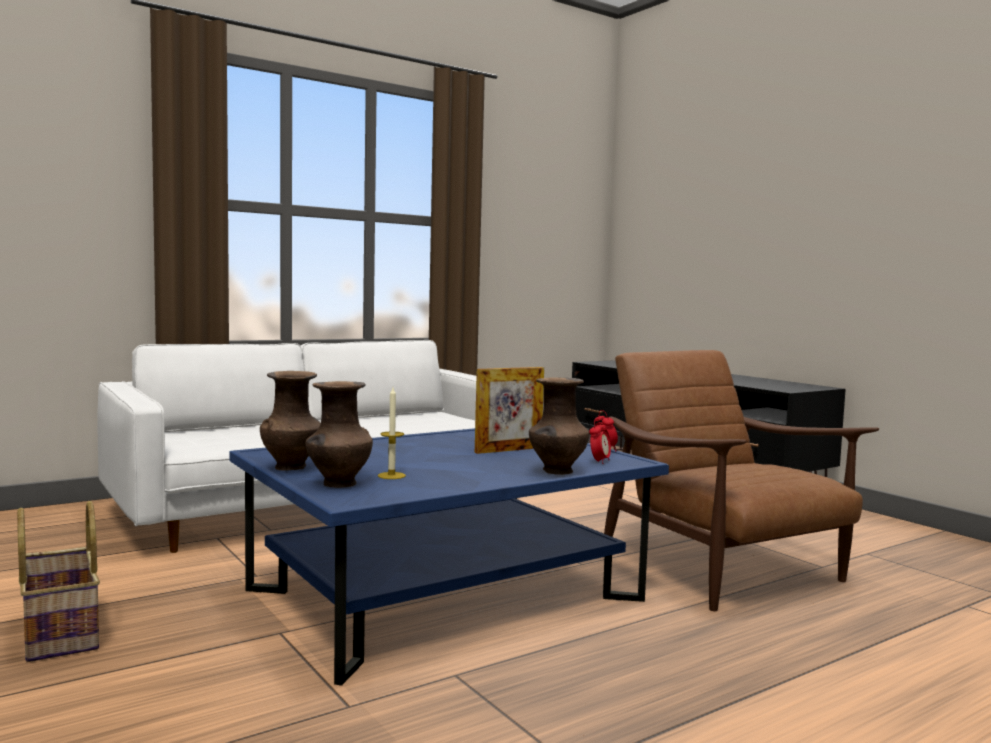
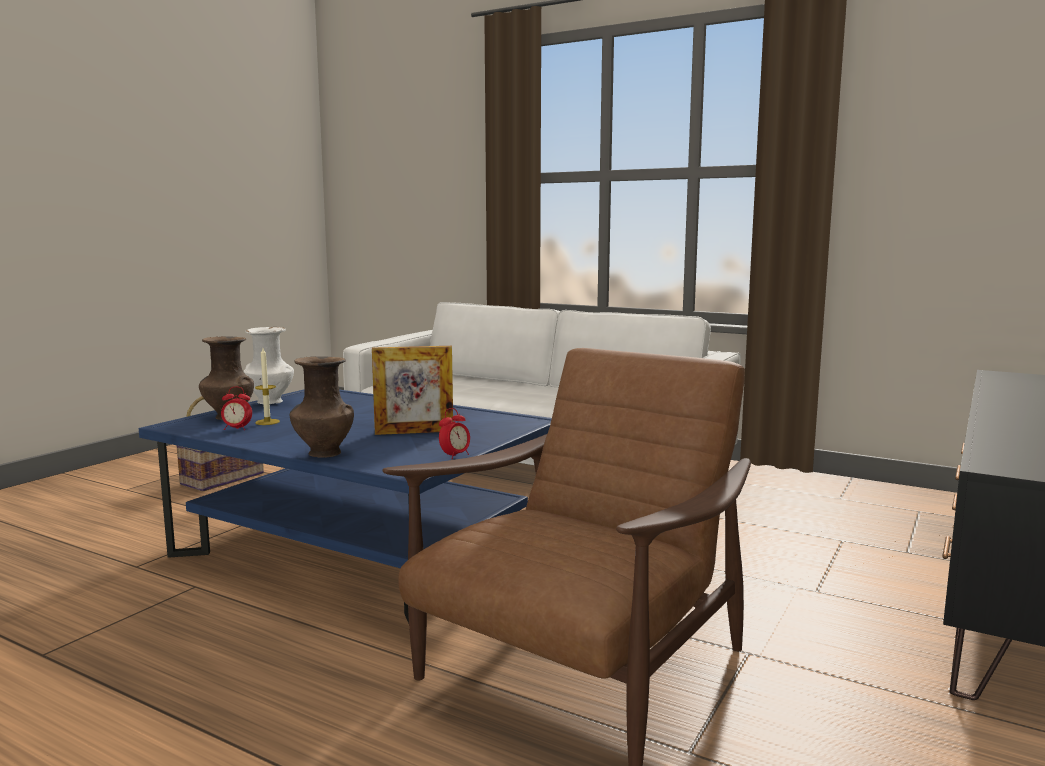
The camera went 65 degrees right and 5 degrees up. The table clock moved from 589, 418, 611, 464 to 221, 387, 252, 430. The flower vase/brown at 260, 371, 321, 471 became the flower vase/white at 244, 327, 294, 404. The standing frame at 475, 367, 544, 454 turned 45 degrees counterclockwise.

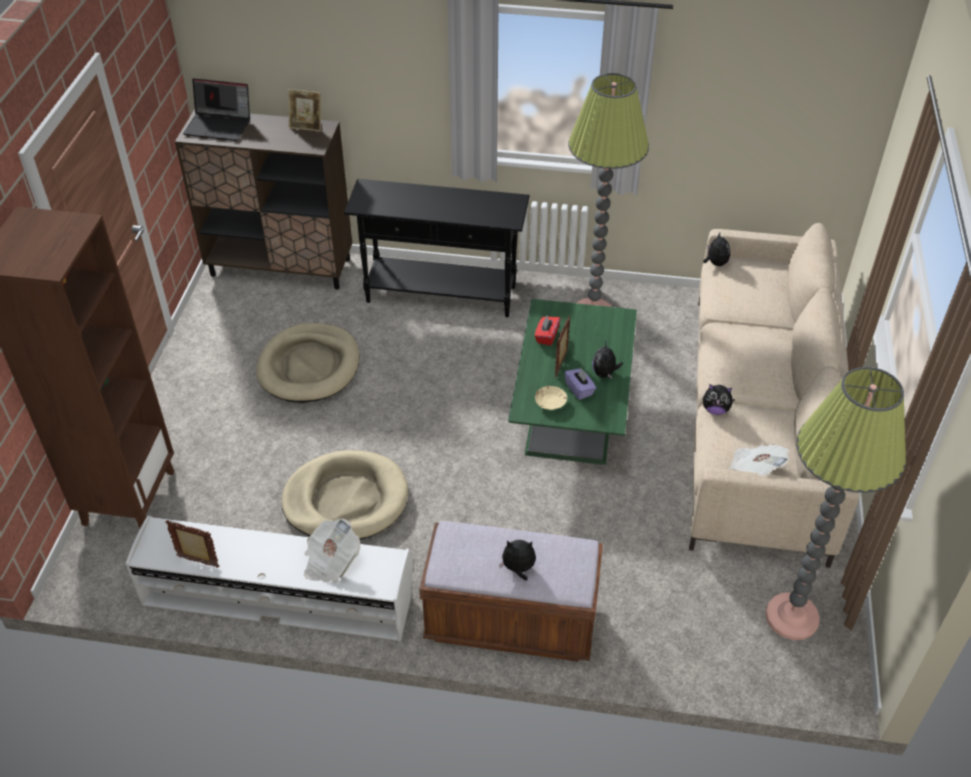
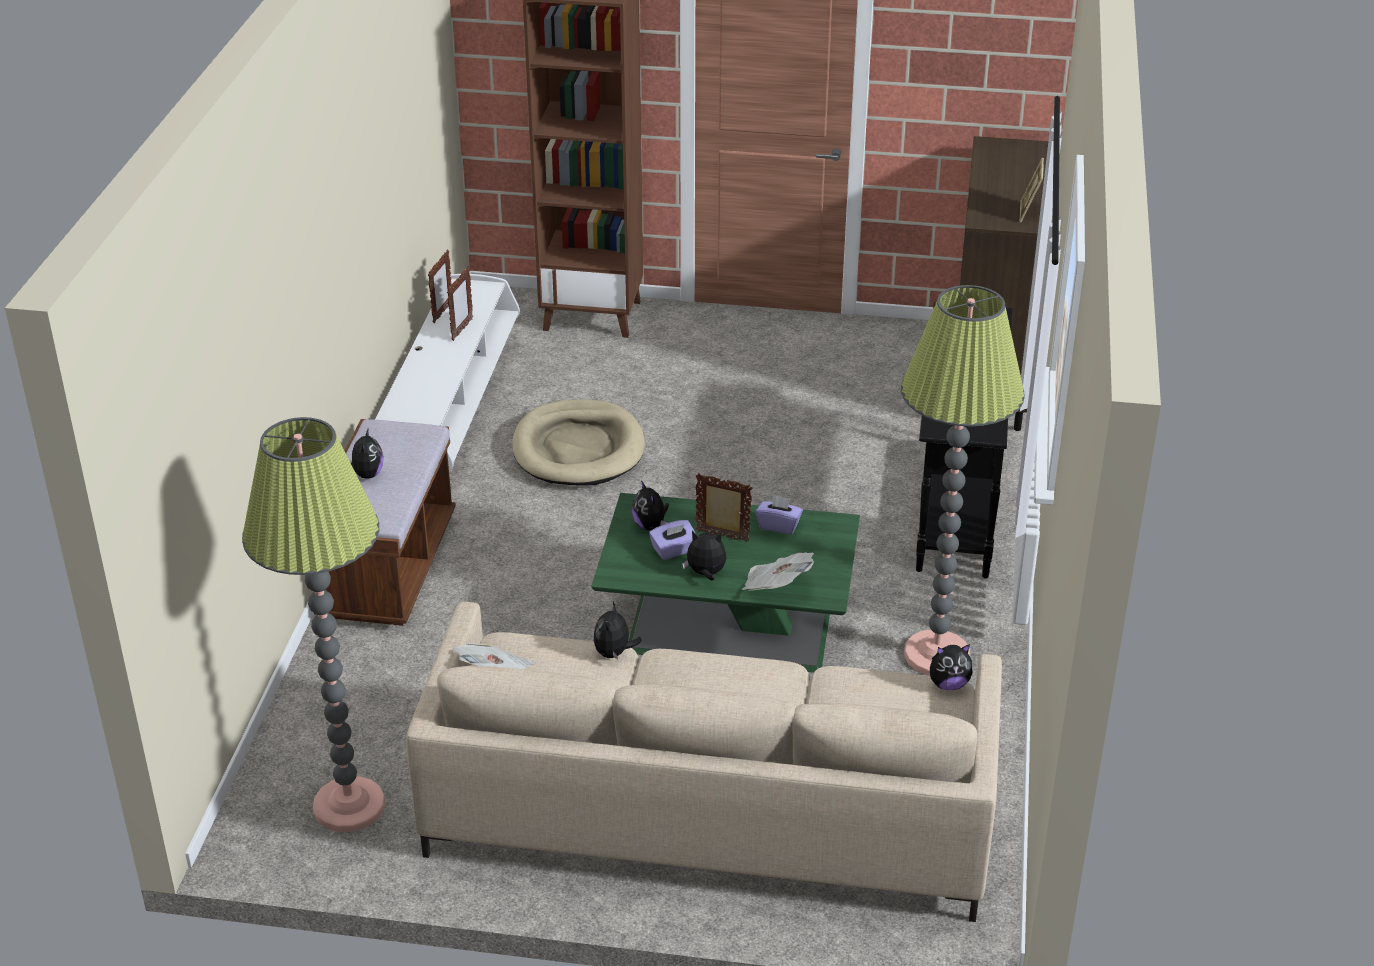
The camera went 90 degrees right and 10 degrees down. The standing frame at 447, 266, 473, 341 appeared. The serving bowl/sand-coloured at 535, 386, 567, 410 was replaced by the plush toy at 632, 480, 669, 531. The printed paper moved from 304, 519, 360, 583 to 742, 553, 814, 591. The tissue holder/reddish at 535, 316, 560, 346 became the tissue holder/purple-coloured at 756, 495, 803, 534. The portable computer at 183, 78, 250, 141 disappeared. The pet bed/sand-coloured at 256, 323, 360, 403 disappeared.

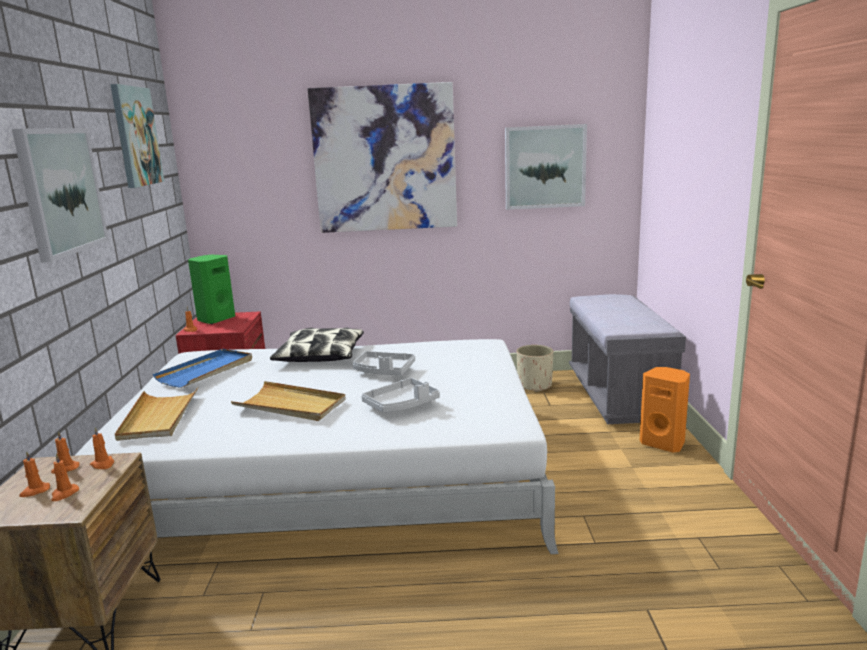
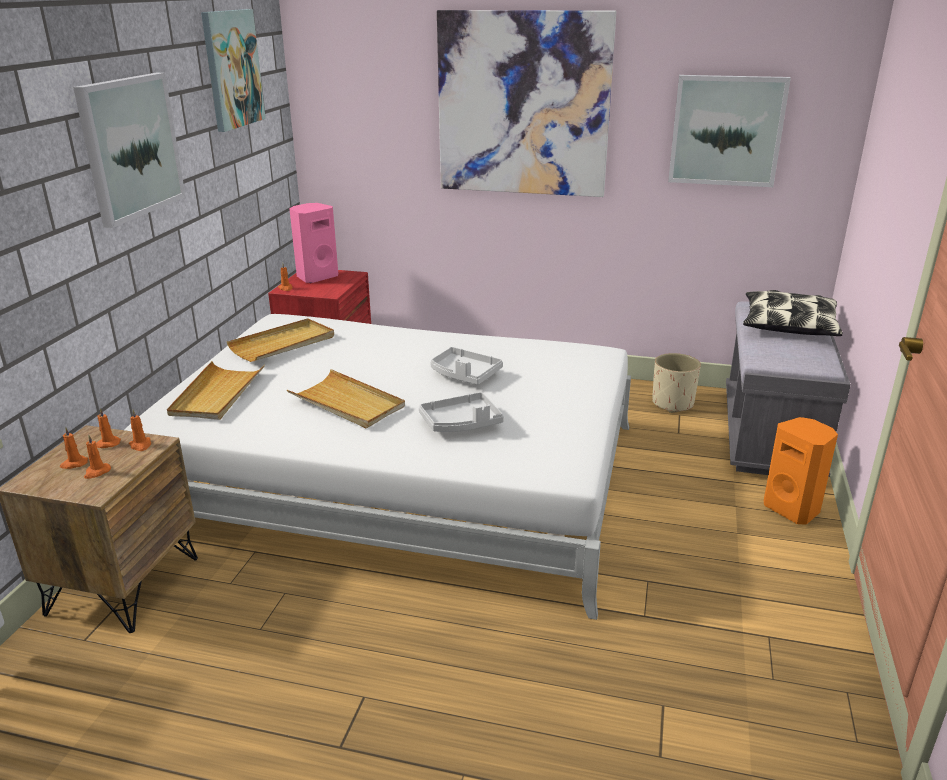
The camera went 15 degrees right and 10 degrees up. The tray/blue at 153, 349, 252, 388 became the tray/sand-coloured at 227, 318, 334, 362. The loudspeaker/green-coloured at 188, 255, 235, 324 became the loudspeaker/pink at 289, 203, 338, 283. The cushion moved from 270, 327, 364, 362 to 743, 290, 843, 336.

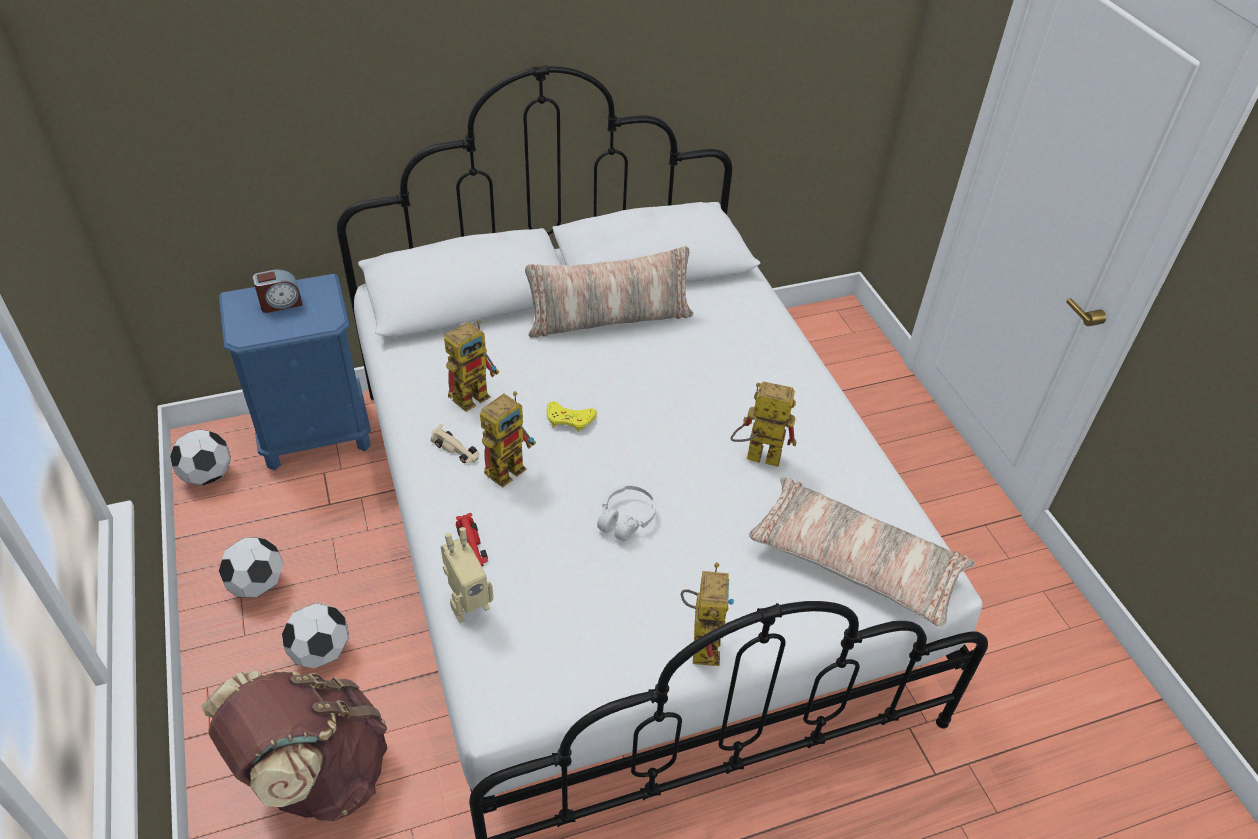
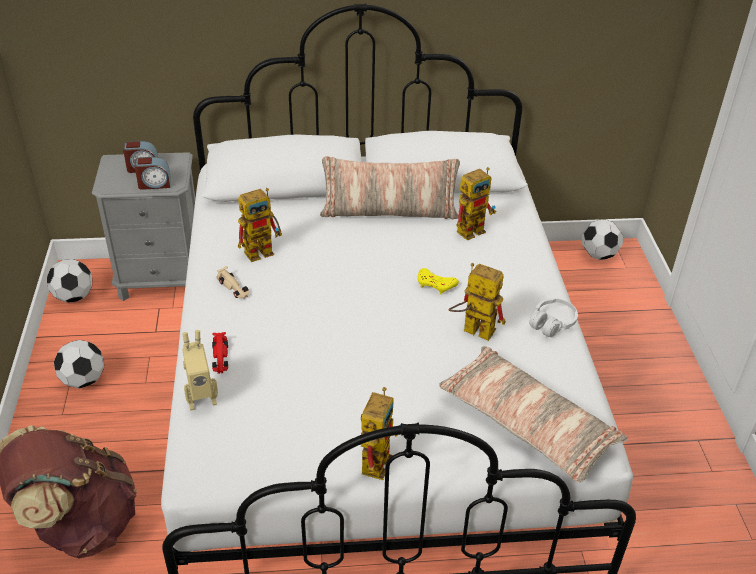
The camera went 15 degrees right and 5 degrees down. The night table/blue at 219, 274, 371, 471 became the night table/greyish at 92, 152, 195, 301. The table clock at 134, 157, 171, 190 appeared. The gamepad/yellow moved from 547, 401, 597, 432 to 418, 268, 459, 294. The model robot moved from 480, 391, 536, 487 to 456, 167, 496, 241. The pair of headphones/white moved from 597, 485, 656, 541 to 529, 298, 578, 337. The ball for football moved from 282, 603, 349, 669 to 582, 220, 623, 260.

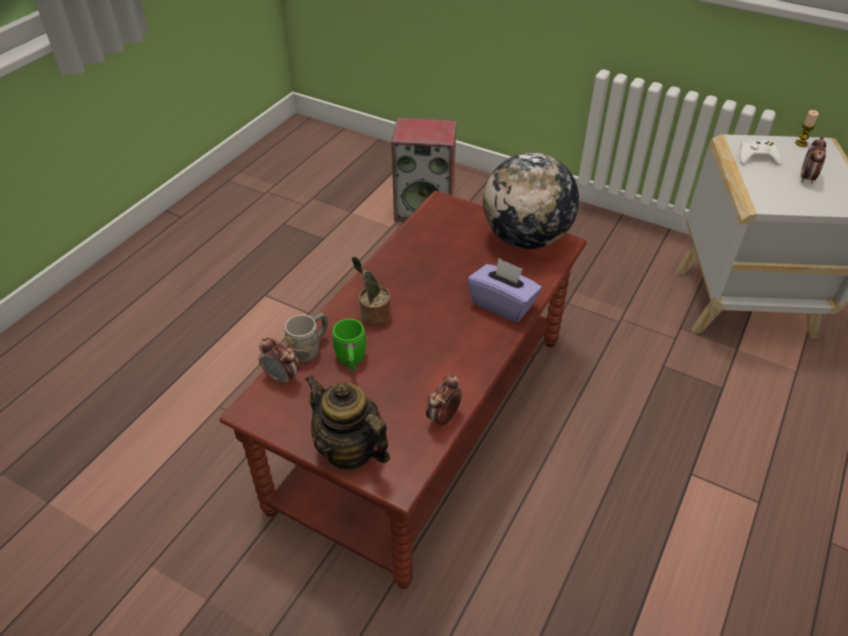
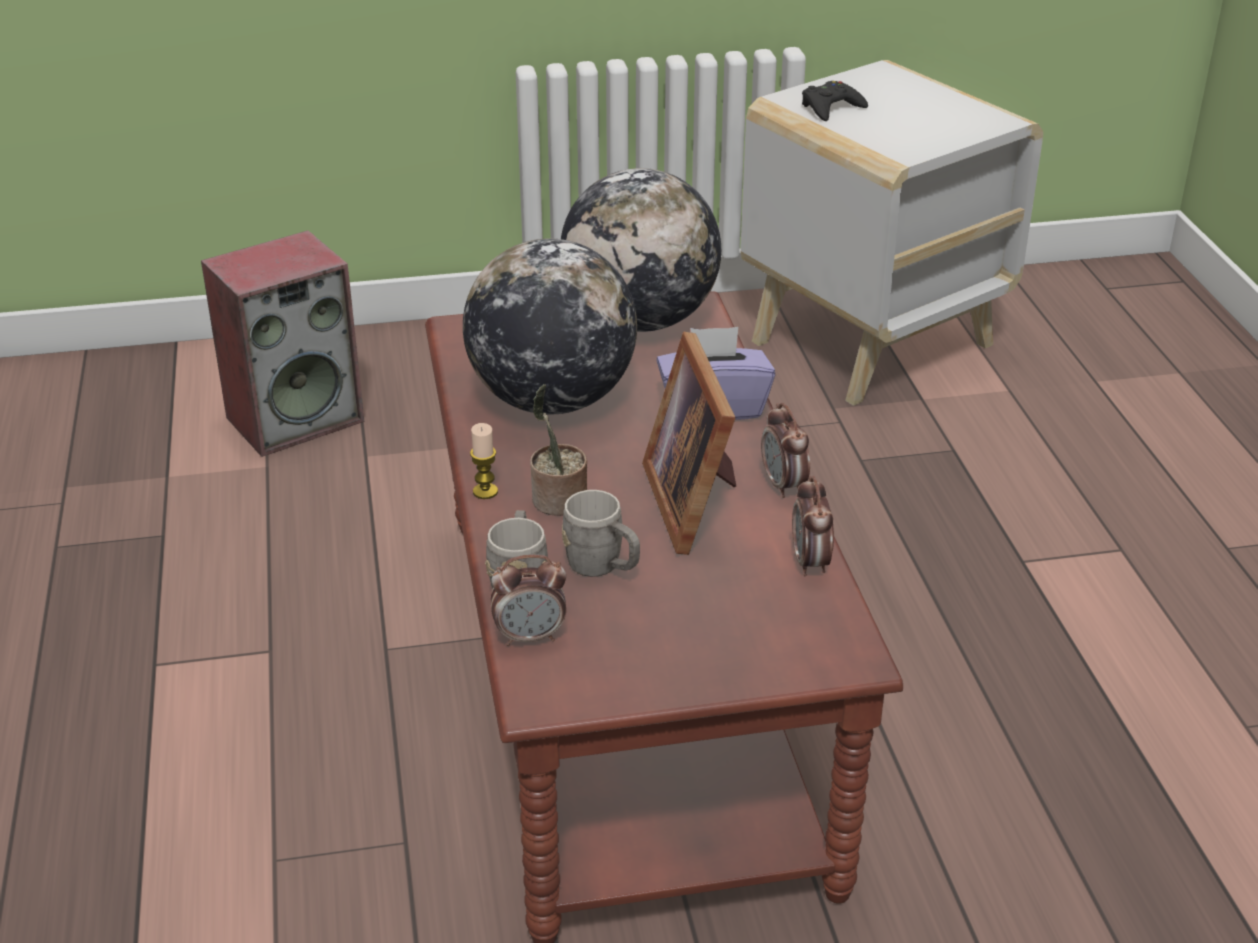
The camera went 40 degrees left and 10 degrees down. The world globe at 463, 238, 637, 415 appeared. The candle moved from 795, 110, 819, 147 to 470, 423, 498, 499. The tea mug/green-coloured at 332, 319, 367, 371 became the tea mug/greyish at 562, 490, 640, 577. The standing frame at 642, 332, 736, 555 appeared. The table clock moved from 801, 137, 826, 184 to 761, 403, 810, 498. The gamepad/white at 740, 139, 782, 165 became the gamepad/black at 802, 81, 868, 121. The pot for tea at 304, 375, 390, 471 disappeared.

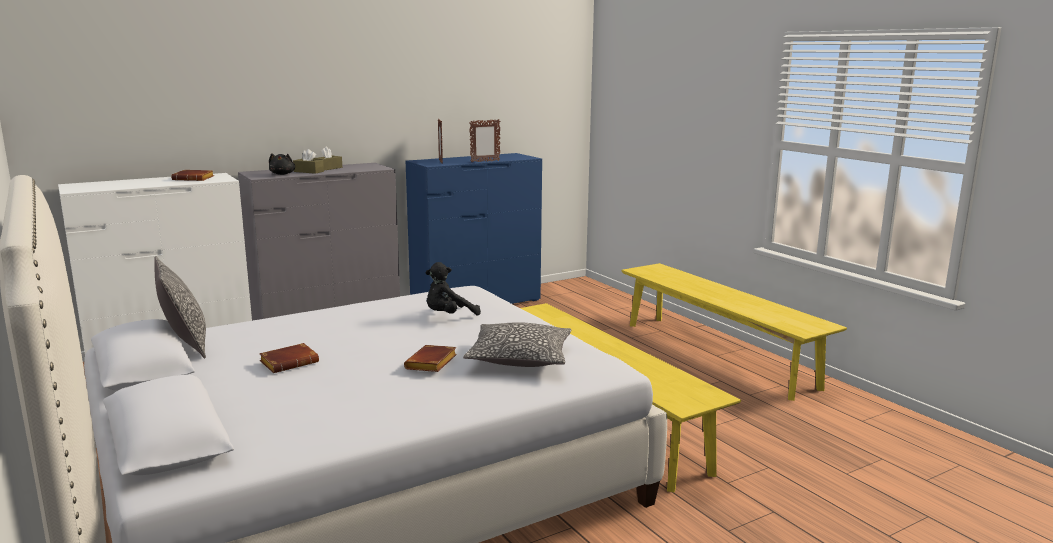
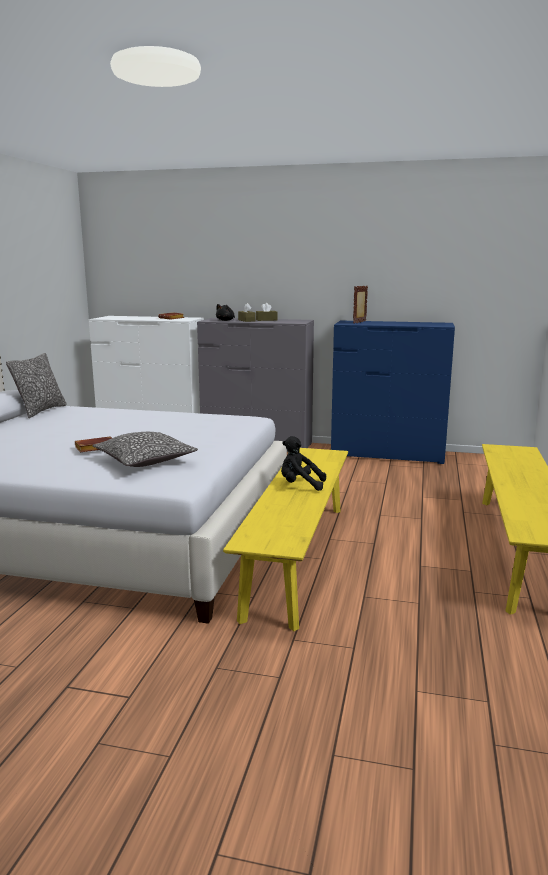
The camera went 45 degrees right and 0 degrees up. The plush toy/black moved from 426, 262, 481, 315 to 281, 436, 326, 491. The book/brown at 259, 343, 319, 373 disappeared. The standing frame at 469, 119, 500, 162 disappeared.

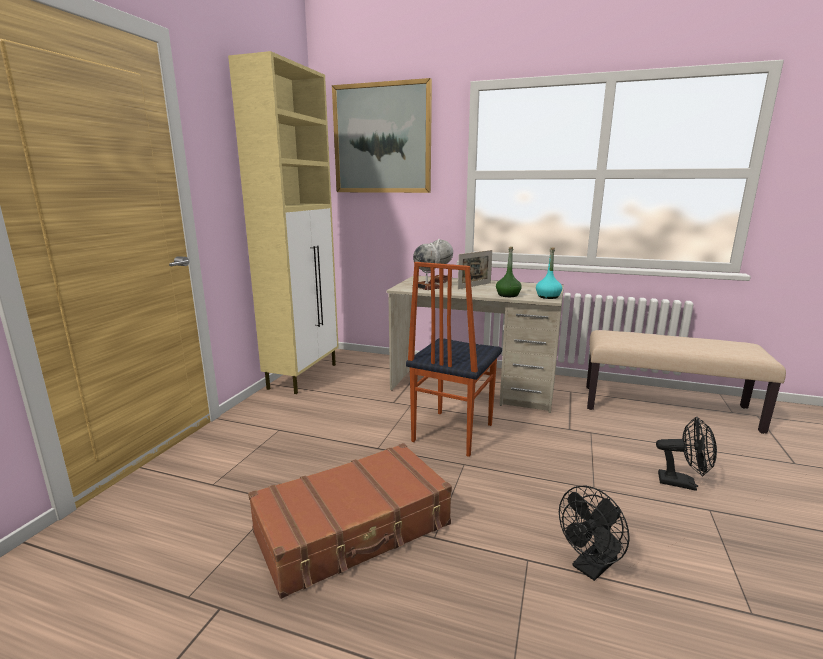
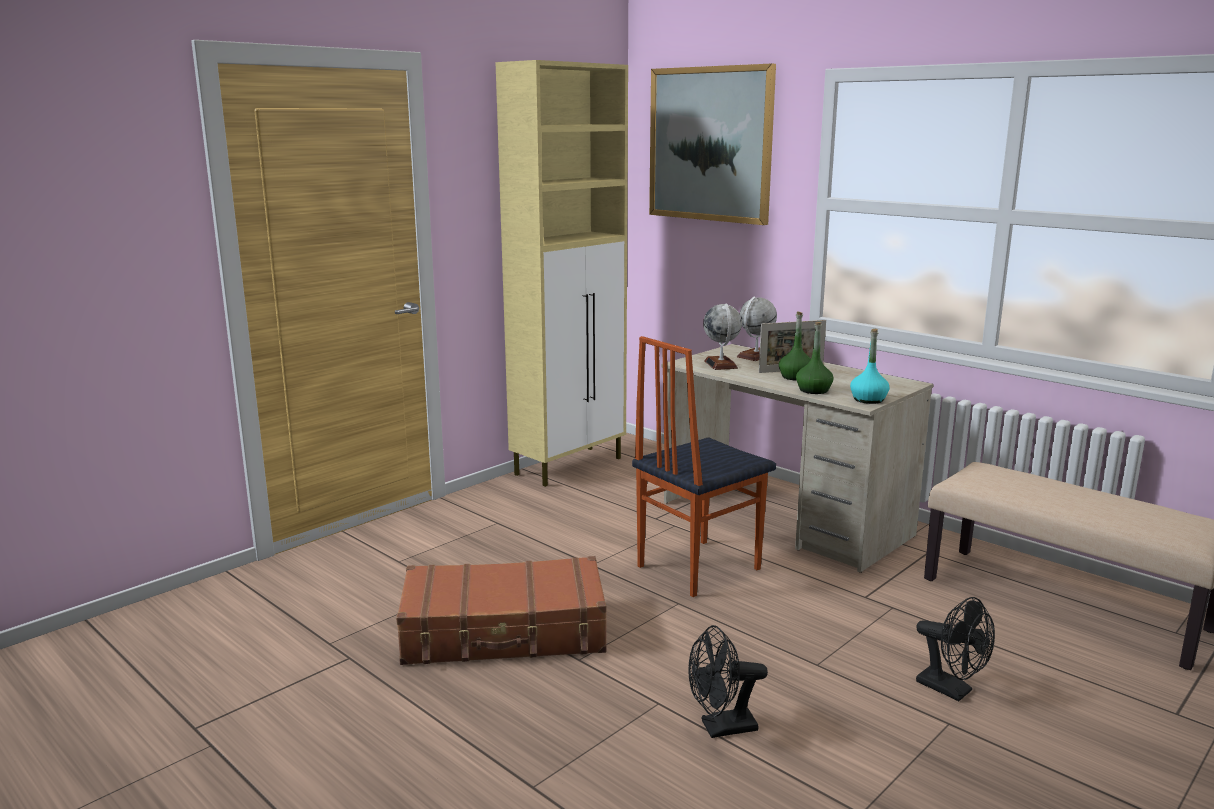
The camera went 25 degrees right and 0 degrees up. The bottle/green-coloured at 779, 311, 811, 381 appeared.

